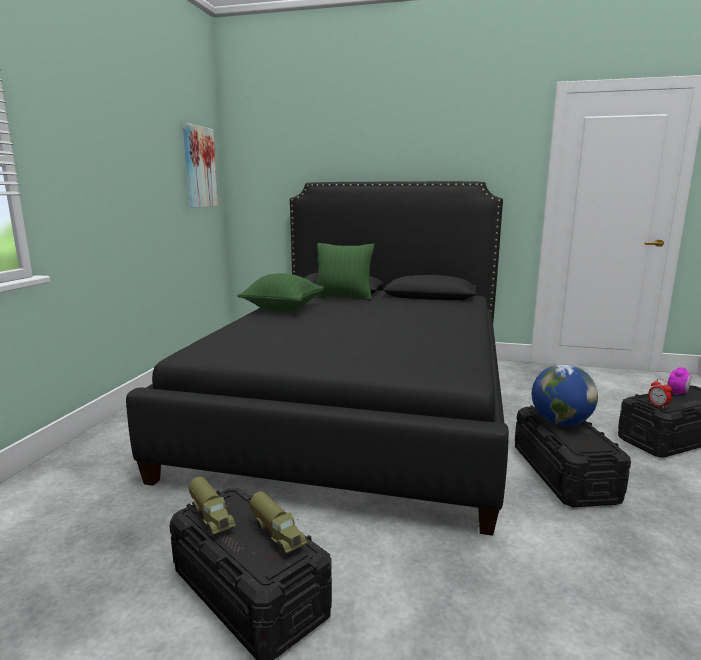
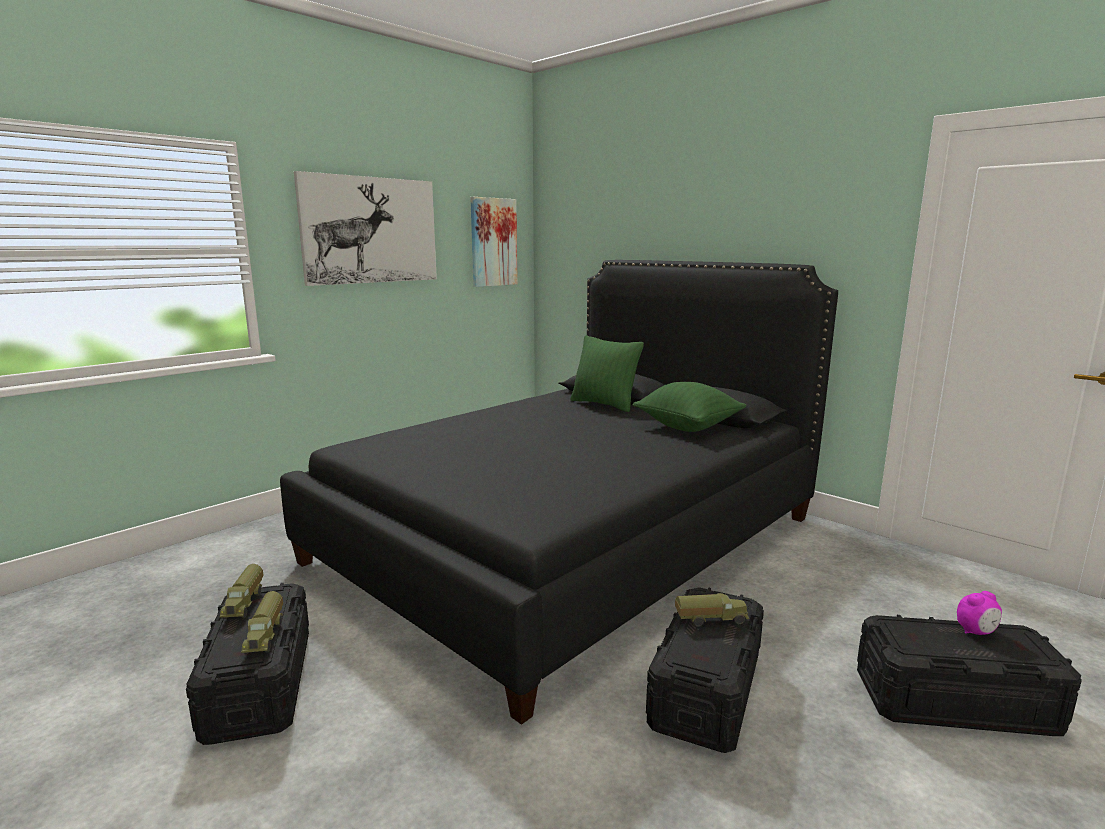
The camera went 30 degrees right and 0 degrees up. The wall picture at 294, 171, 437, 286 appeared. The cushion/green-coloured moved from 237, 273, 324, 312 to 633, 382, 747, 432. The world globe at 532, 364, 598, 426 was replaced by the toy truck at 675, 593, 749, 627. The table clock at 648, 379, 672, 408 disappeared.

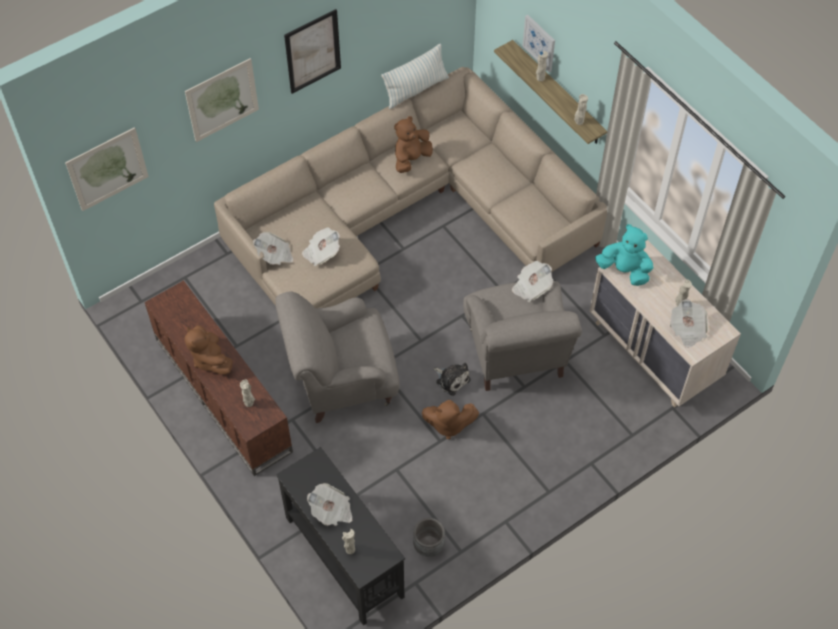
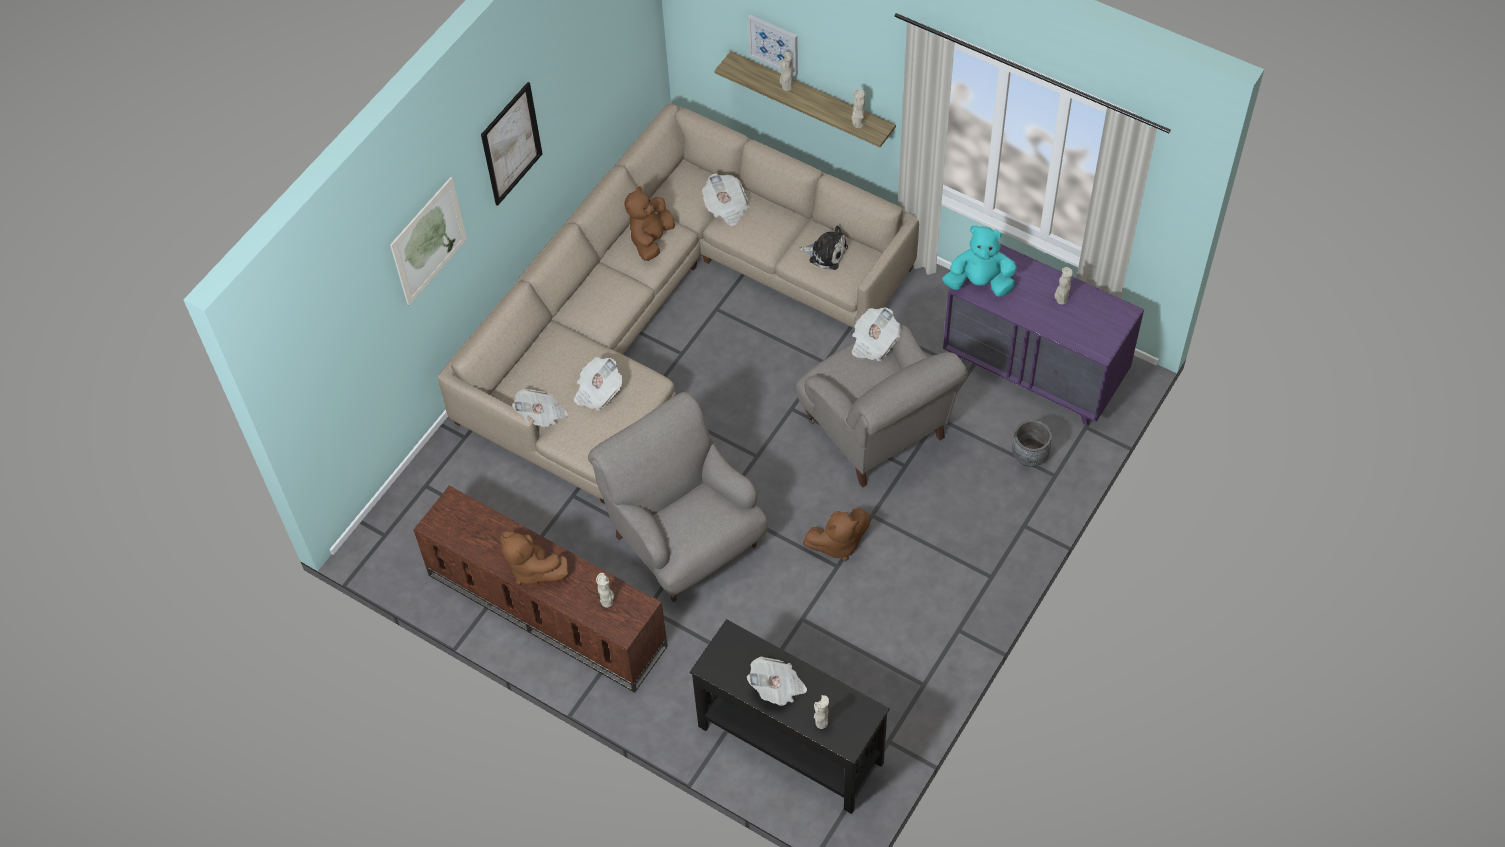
The camera went 20 degrees left and 0 degrees up. The armchair/greyish at 275, 292, 399, 423 turned 90 degrees clockwise. The printed paper moved from 670, 299, 708, 348 to 702, 173, 750, 226. The plush toy moved from 433, 363, 470, 396 to 799, 226, 848, 270. The drawer chest/sand-coloured at 590, 240, 741, 408 became the drawer chest/purple-coloured at 943, 244, 1144, 426. The planter/greyish moved from 413, 518, 445, 557 to 1012, 420, 1052, 467. The wall picture at 65, 127, 149, 211 disappeared. The cushion at 381, 44, 449, 109 disappeared.

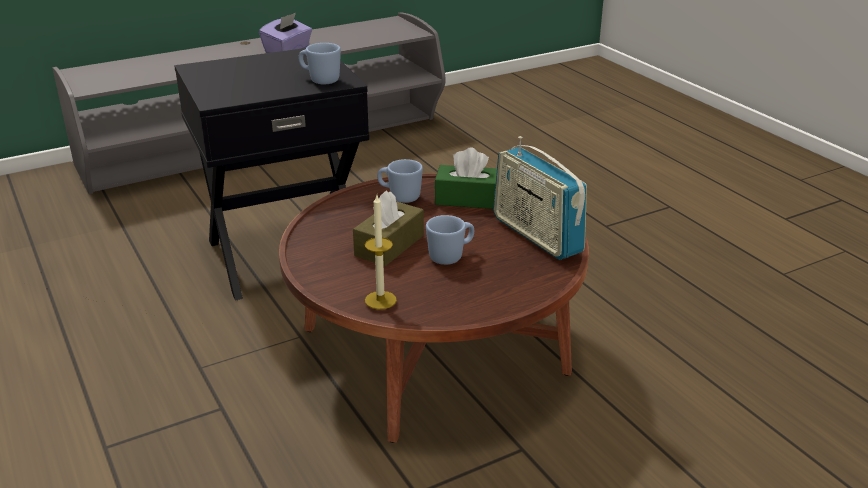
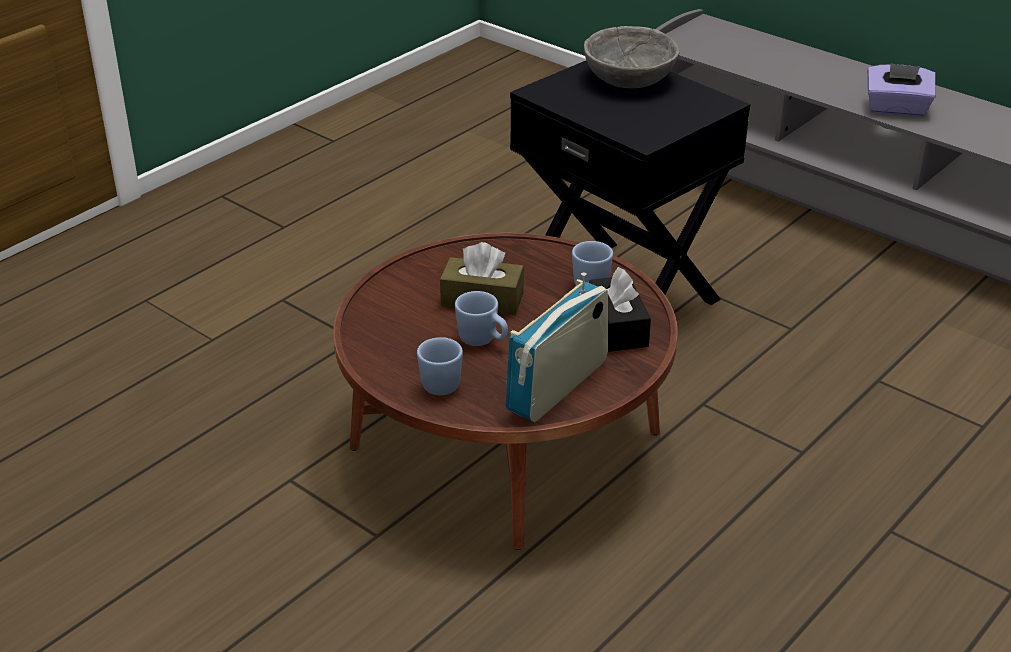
The camera went 70 degrees right and 5 degrees up. The tea mug/blue moved from 299, 43, 341, 84 to 417, 337, 463, 395. The serving bowl/greyish at 584, 26, 680, 88 appeared. The tissue holder/green-coloured at 434, 147, 497, 209 became the tissue holder/black at 589, 267, 651, 352. The candle at 365, 195, 397, 309 disappeared.

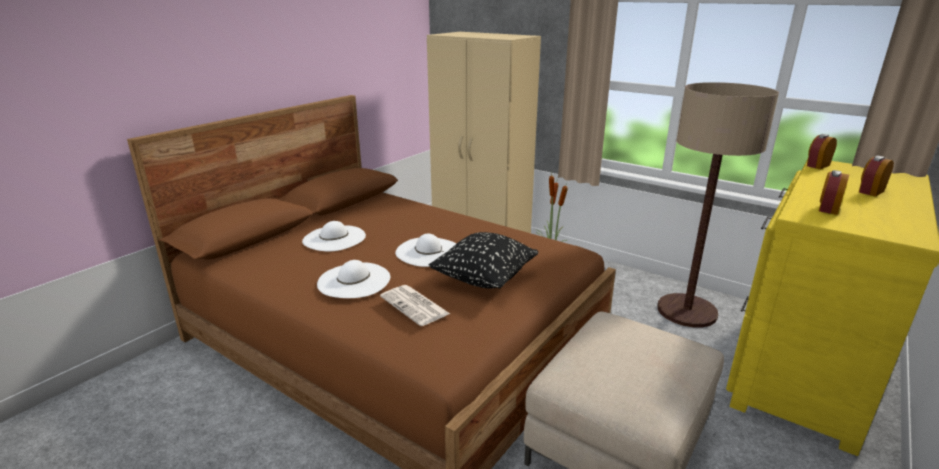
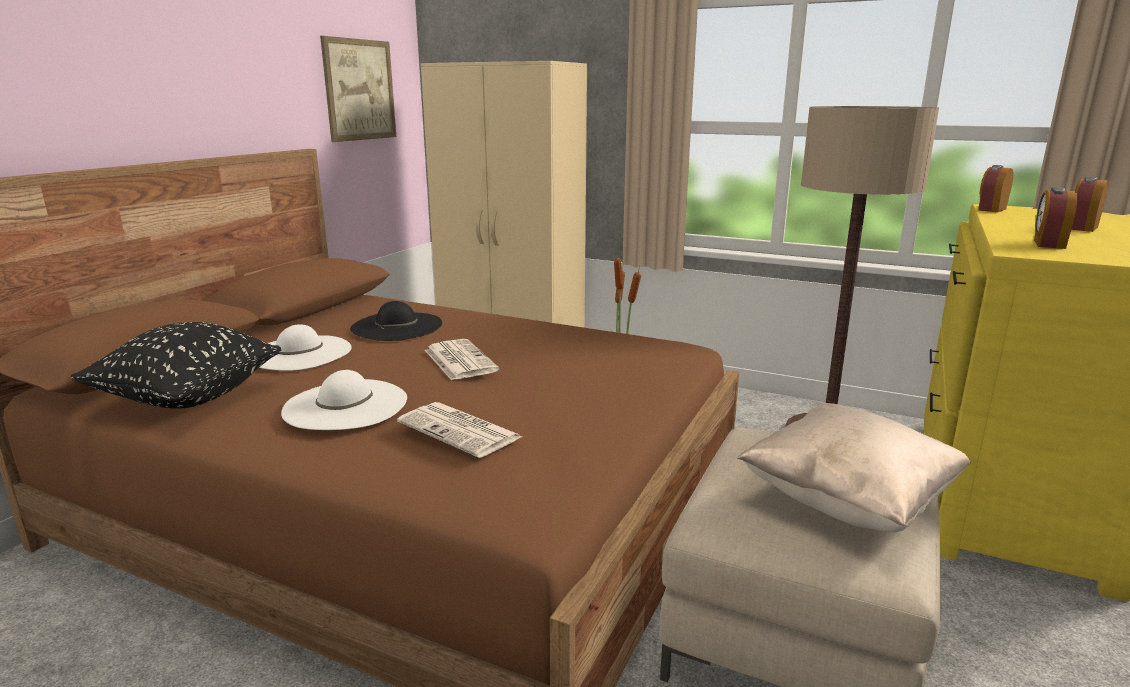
The camera went 10 degrees left and 5 degrees down. The cushion/black moved from 429, 232, 538, 288 to 71, 322, 282, 409. The wall picture at 320, 36, 396, 142 appeared. The clothing hat/black at 350, 301, 442, 341 appeared. The clothing hat/white at 395, 233, 456, 267 was replaced by the printed paper at 425, 339, 499, 380. The cushion/sand-coloured at 737, 403, 971, 532 appeared.

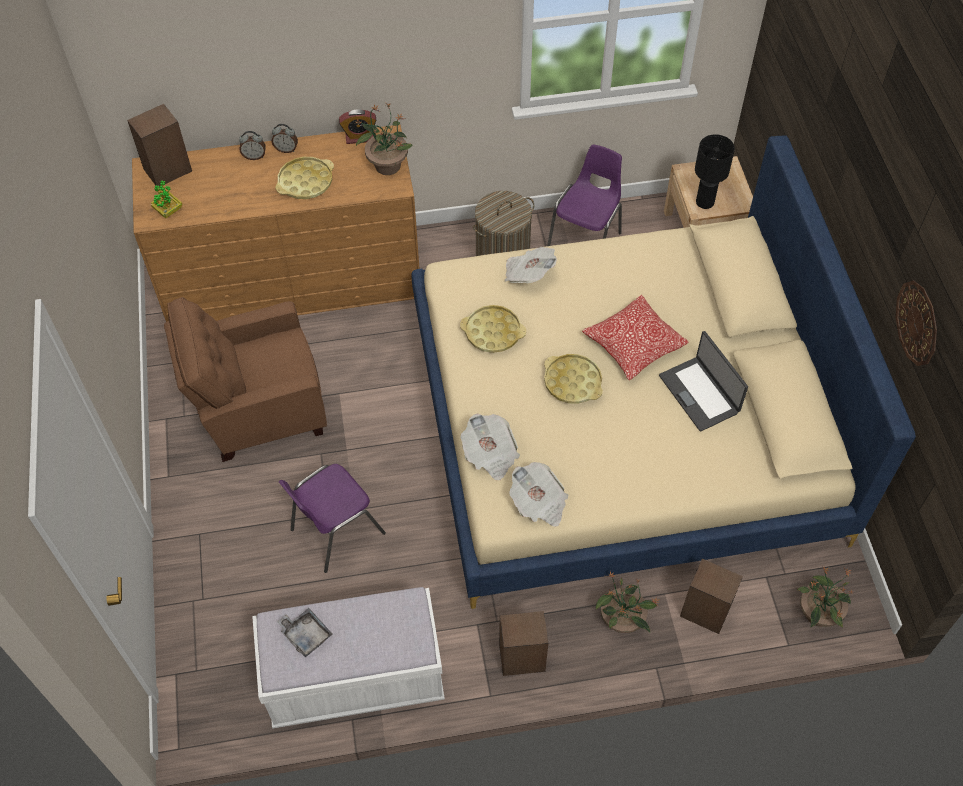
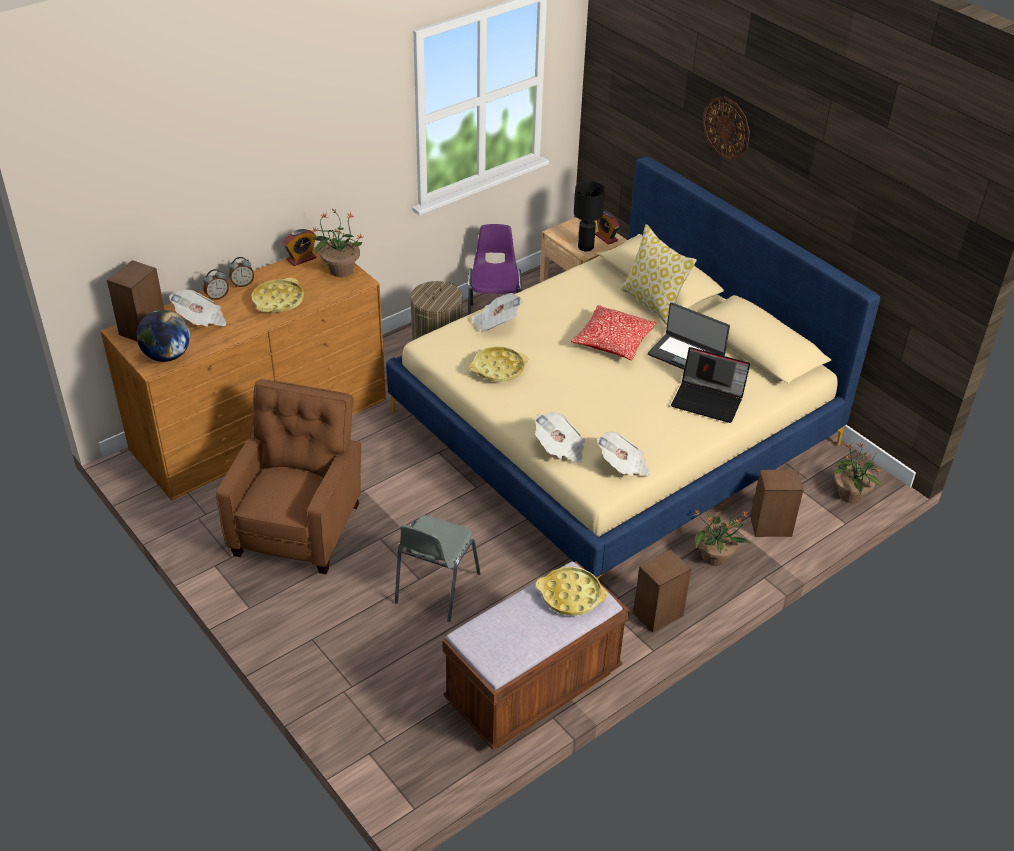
The camera went 30 degrees left and 15 degrees down. The houseplant at 151, 181, 182, 218 was replaced by the world globe at 137, 310, 190, 362. The printed paper at 169, 290, 227, 327 appeared. The armchair/brown at 164, 297, 327, 462 turned 150 degrees clockwise. The chair/purple-coloured at 279, 464, 386, 573 became the chair/greyish at 395, 515, 481, 622. The indoor bench/white at 252, 587, 445, 728 became the indoor bench/brown at 442, 561, 629, 750. The tray/yellow moved from 544, 354, 603, 404 to 536, 567, 607, 616. The table clock at 595, 211, 620, 245 appeared. The cushion at 621, 224, 697, 325 appeared. The portable computer at 671, 347, 750, 423 appeared. The wall clock moved from 896, 280, 937, 366 to 702, 97, 750, 159. The tray/greyish at 277, 608, 333, 657 disappeared.

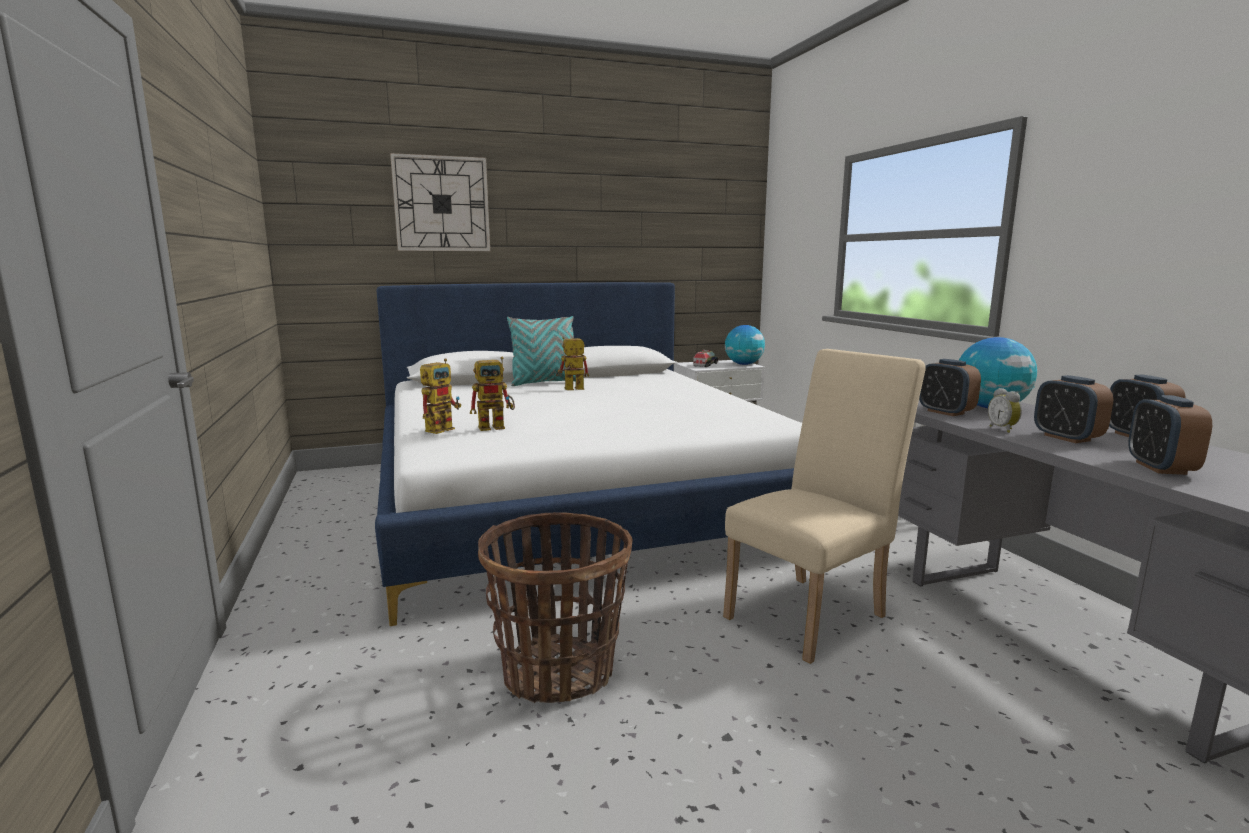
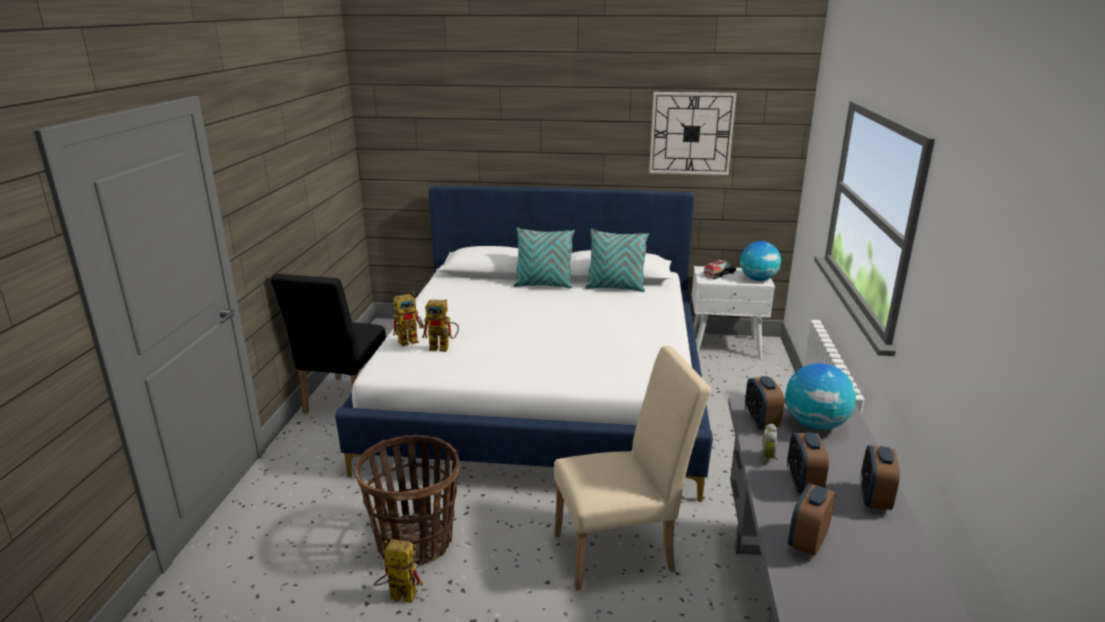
The camera went 25 degrees right and 10 degrees up. The chair/black at 271, 273, 386, 414 appeared. The model robot moved from 556, 337, 589, 390 to 373, 539, 423, 603. The cushion/turquoise at 585, 229, 649, 292 appeared. The wall clock moved from 390, 153, 490, 251 to 649, 92, 737, 175.

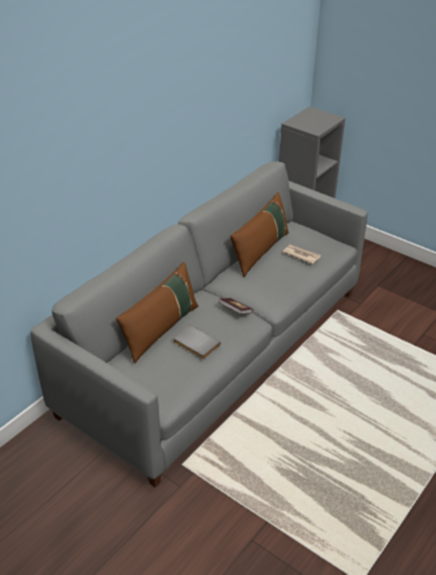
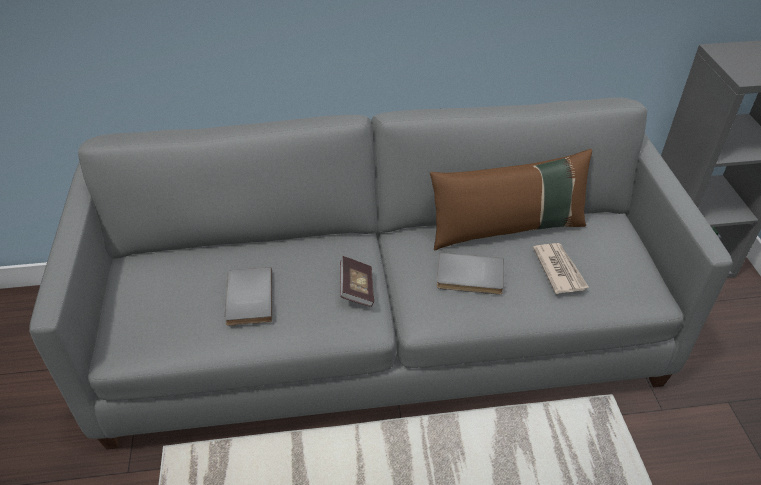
The camera went 45 degrees right and 5 degrees up. The book/greyish at 437, 252, 504, 295 appeared. The cushion/brown at 116, 262, 198, 364 disappeared.

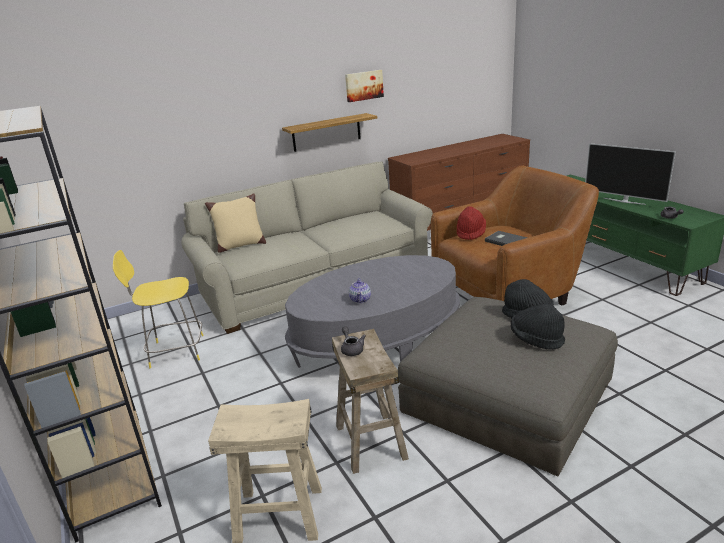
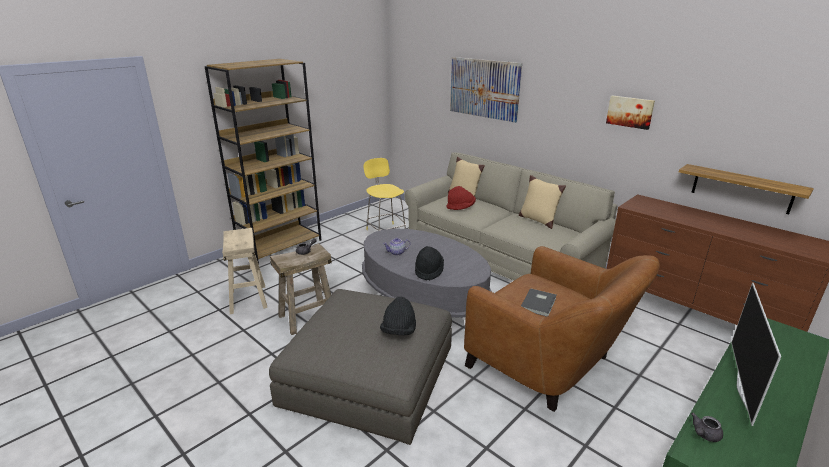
The camera went 70 degrees right and 0 degrees up. The clothing hat/black moved from 511, 304, 565, 349 to 415, 246, 444, 281. The clothing hat/reddish moved from 457, 206, 486, 240 to 446, 186, 476, 210. The wall picture at 450, 57, 522, 123 appeared. The cushion/sand-coloured at 519, 175, 566, 229 appeared. The wall shelf moved from 282, 113, 377, 152 to 679, 164, 814, 214.

